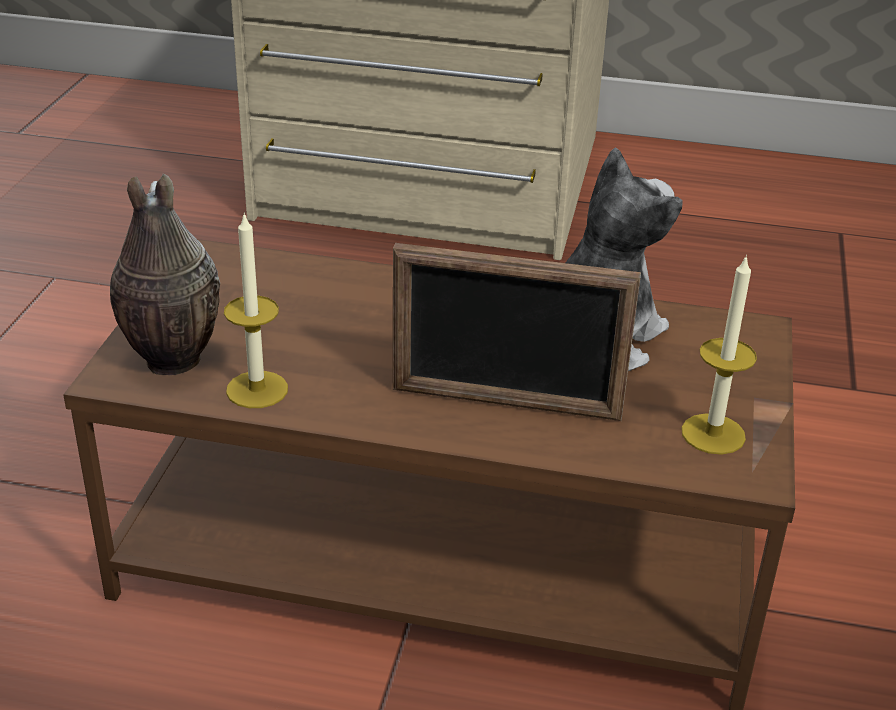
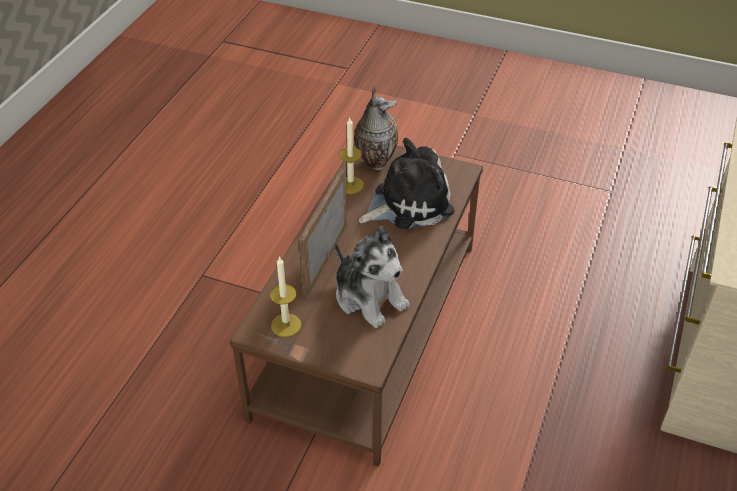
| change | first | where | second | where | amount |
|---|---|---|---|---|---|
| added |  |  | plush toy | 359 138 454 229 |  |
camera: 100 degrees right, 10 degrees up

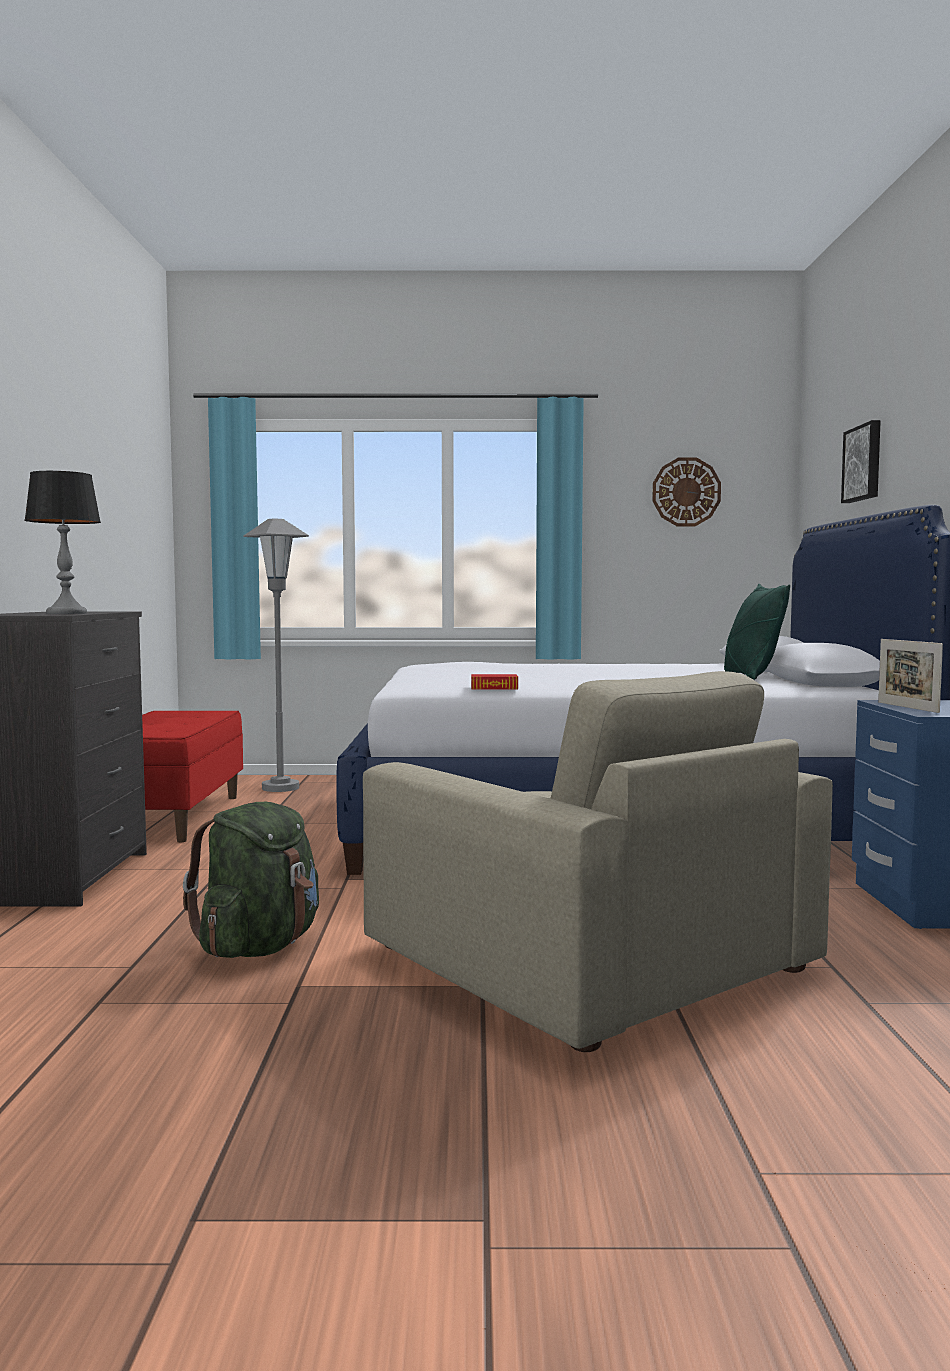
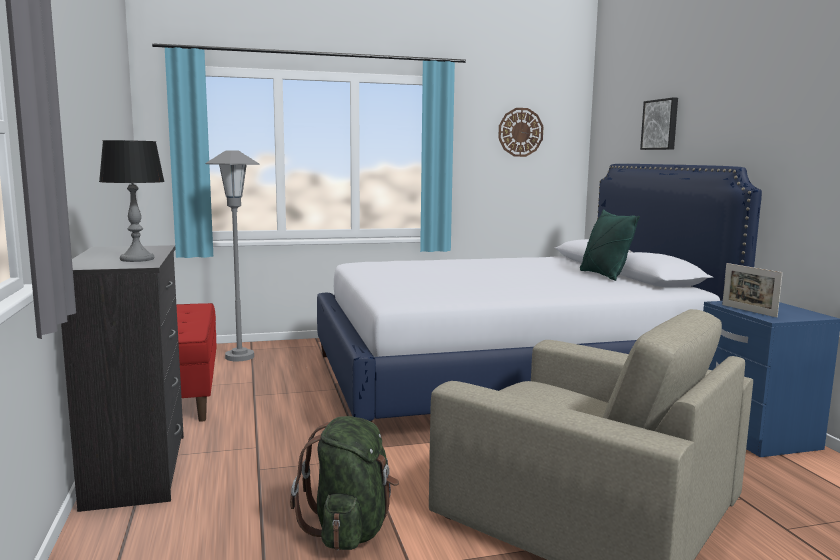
| change | first | where | second | where | amount |
|---|---|---|---|---|---|
| removed | book | 471 674 518 690 |  |  |  |
camera: 15 degrees left, 5 degrees up

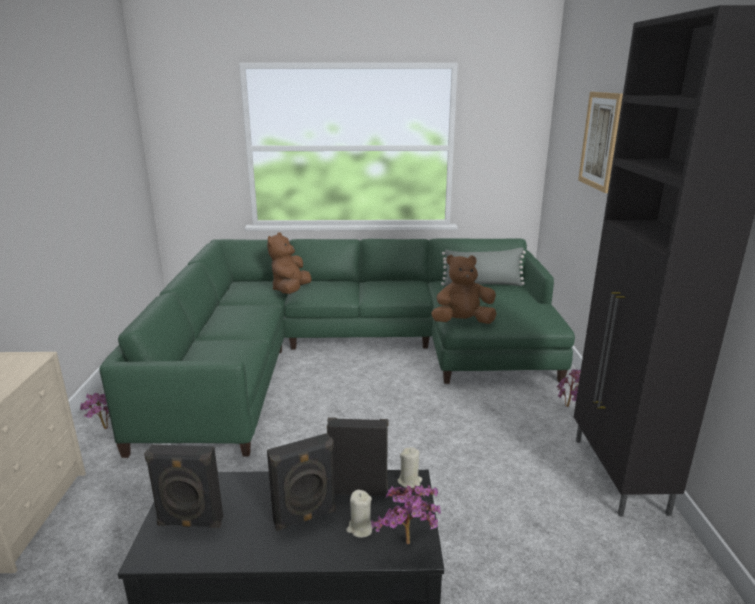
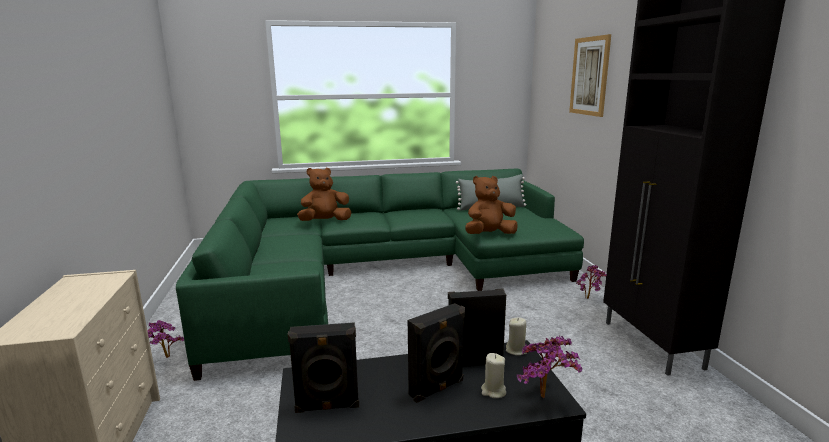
| change | first | where | second | where | amount |
|---|---|---|---|---|---|
| turned | brown plush toy | 267 232 312 294 |  | 297 168 352 221 | 60 degrees clockwise |
camera: 10 degrees left, 5 degrees down

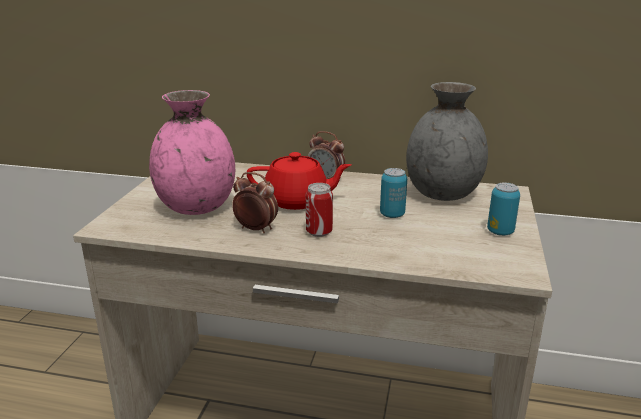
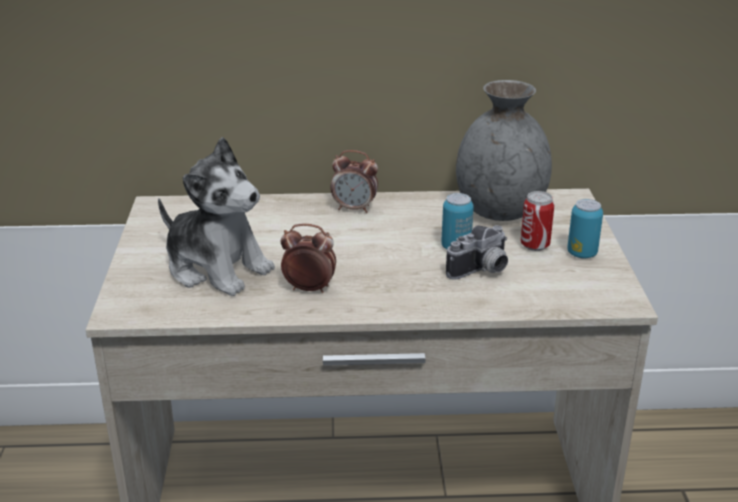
| change | first | where | second | where | amount |
|---|---|---|---|---|---|
| replaced | pink vase | 149 90 235 215 | plush toy | 158 137 275 296 |  |
| removed | red teapot | 247 152 352 210 |  |  |  |
| moved | can | 306 183 333 237 |  | 521 191 555 251 |  |
| added |  |  | photo camera | 446 225 508 280 |  |
camera: 15 degrees left, 5 degrees up

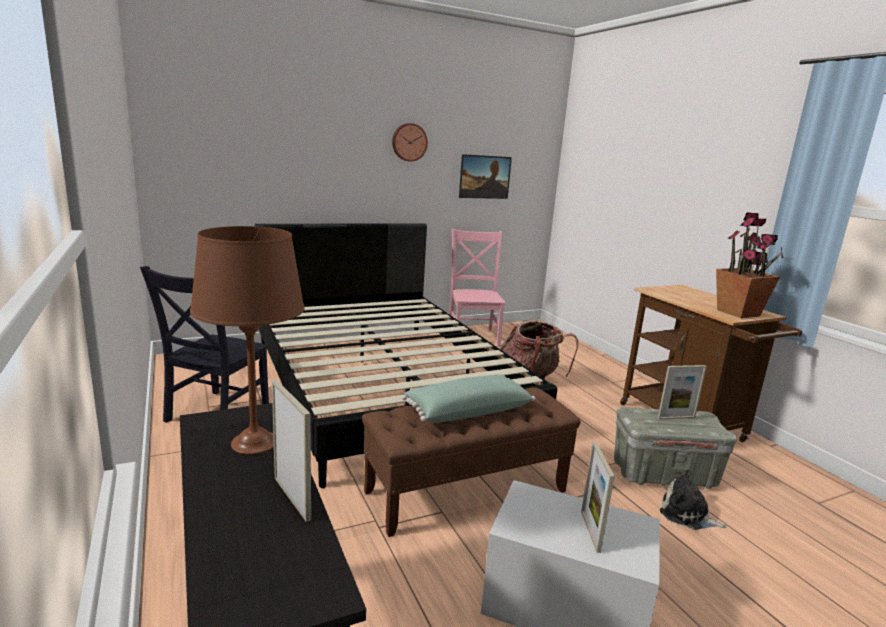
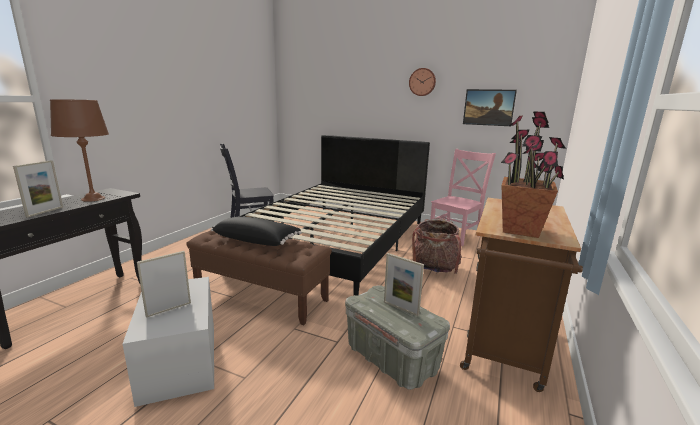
| change | first | where | second | where | amount |
|---|---|---|---|---|---|
| recoloured | green pillow | 402 374 535 423 | black pillow | 211 217 302 246 |  |
| removed | plush toy | 660 469 727 530 |  |  |  |
camera: 50 degrees right, 0 degrees up

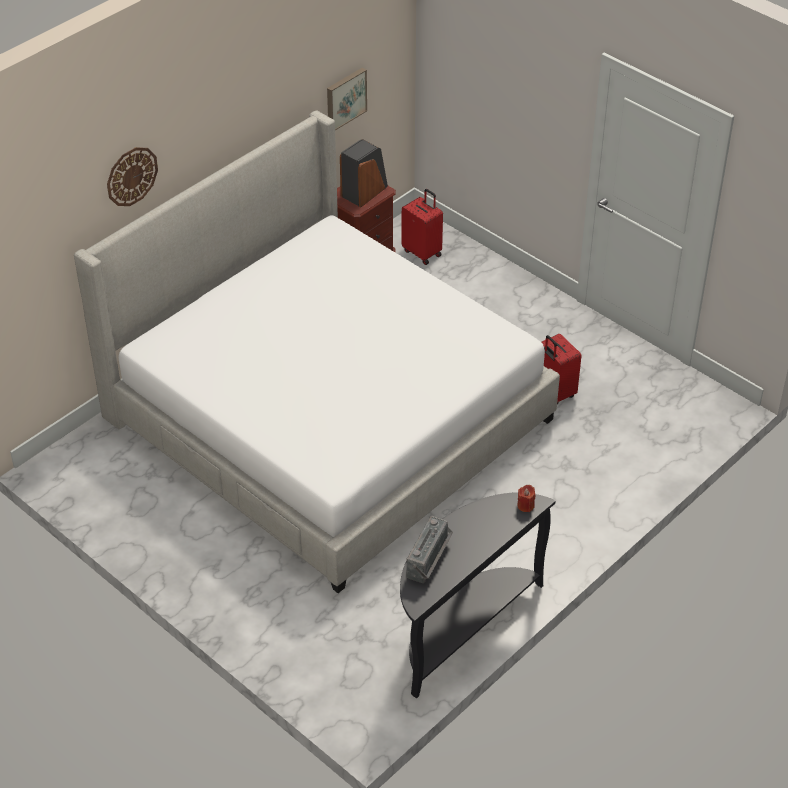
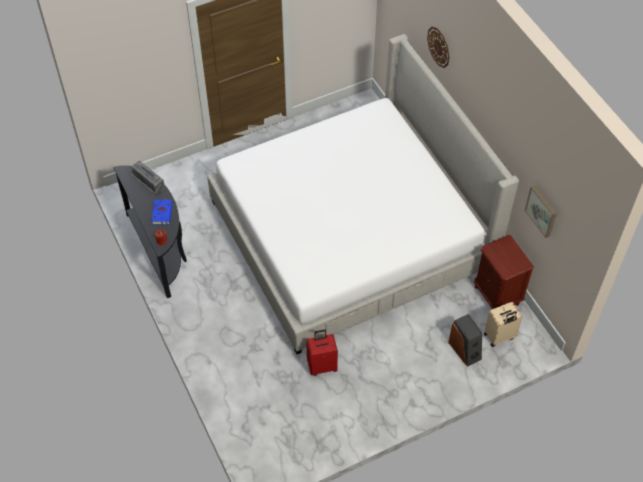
| change | first | where | second | where | amount |
|---|---|---|---|---|---|
| moved | speaker | 340 139 388 207 |  | 448 314 482 367 |  |
| recoloured | red suitcase | 401 189 443 265 | beige suitcase | 484 302 522 347 |  |
| added |  |  | blue book | 152 199 172 225 |  |
camera: 110 degrees right, 10 degrees up

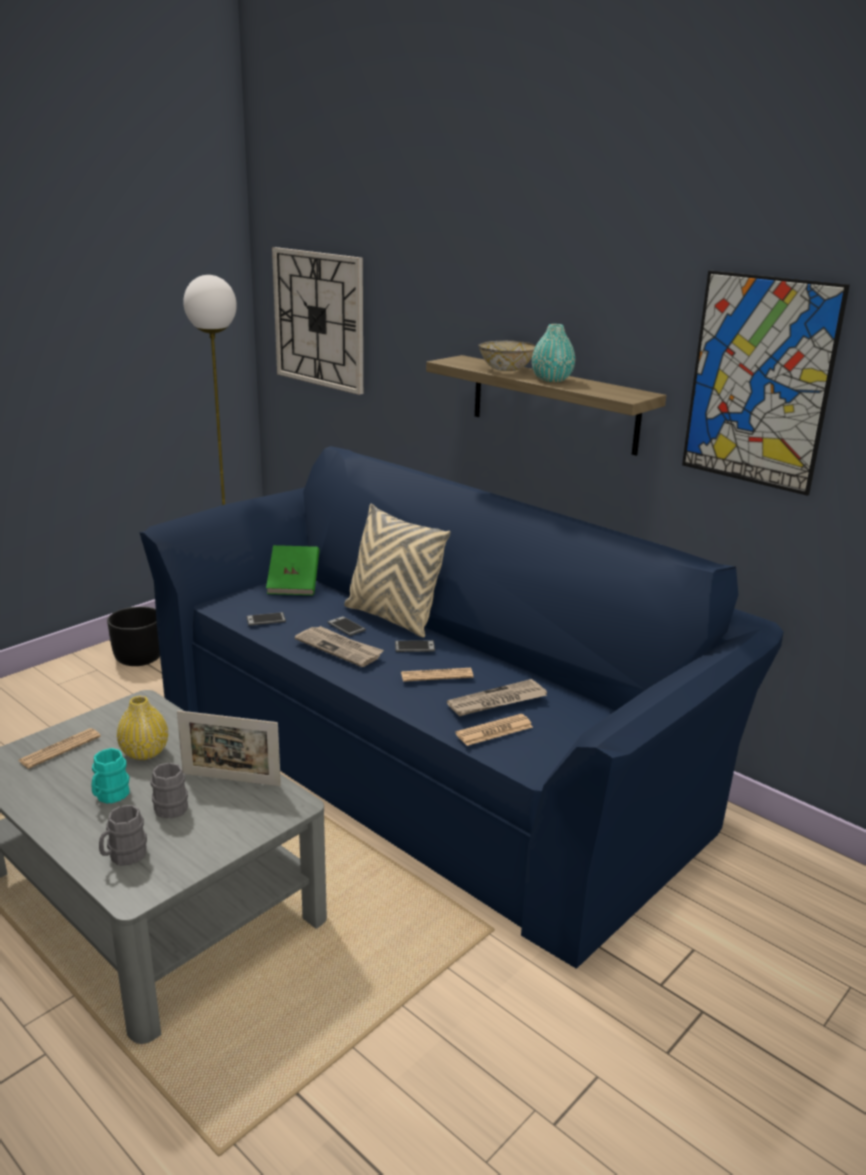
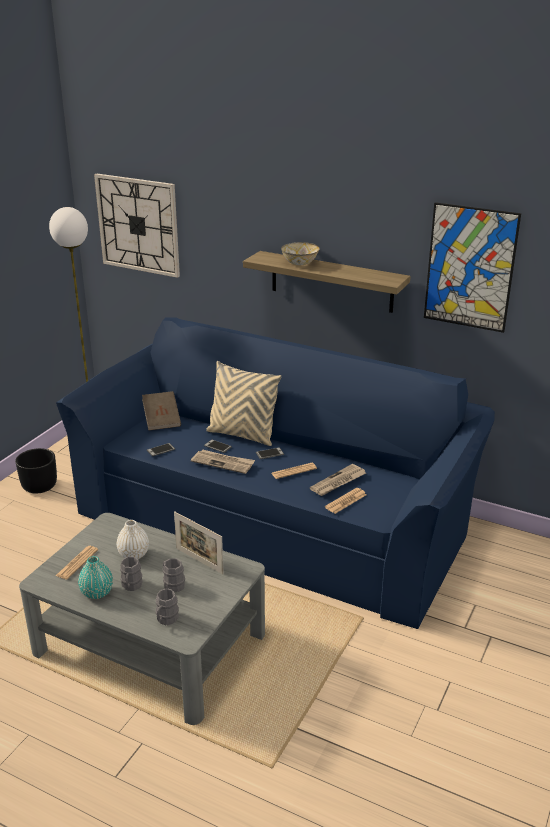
| change | first | where | second | where | amount |
|---|---|---|---|---|---|
| moved | turquoise vase | 532 324 575 382 |  | 78 556 113 599 |  |
| recoloured | green book | 266 545 320 595 | brown book | 142 391 181 430 |  |
| recoloured | yellow vase | 117 696 168 760 | white vase | 117 520 149 559 |  |
| turned | picture frame | 177 710 281 786 |  | 174 511 224 574 | 45 degrees clockwise |
| recoloured | turquoise mug | 91 748 130 804 | grey mug | 120 556 142 591 |  |
camera: 15 degrees left, 5 degrees up

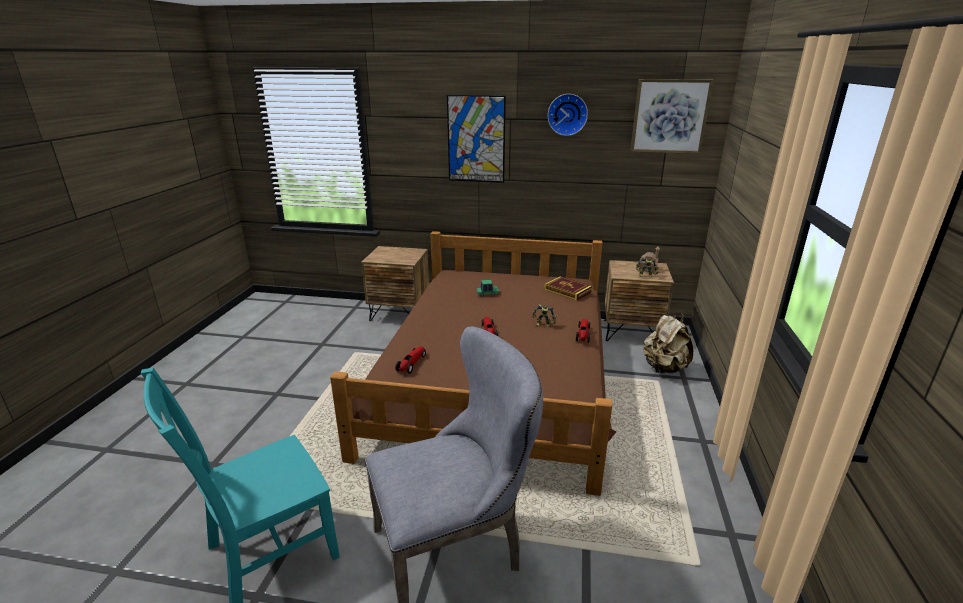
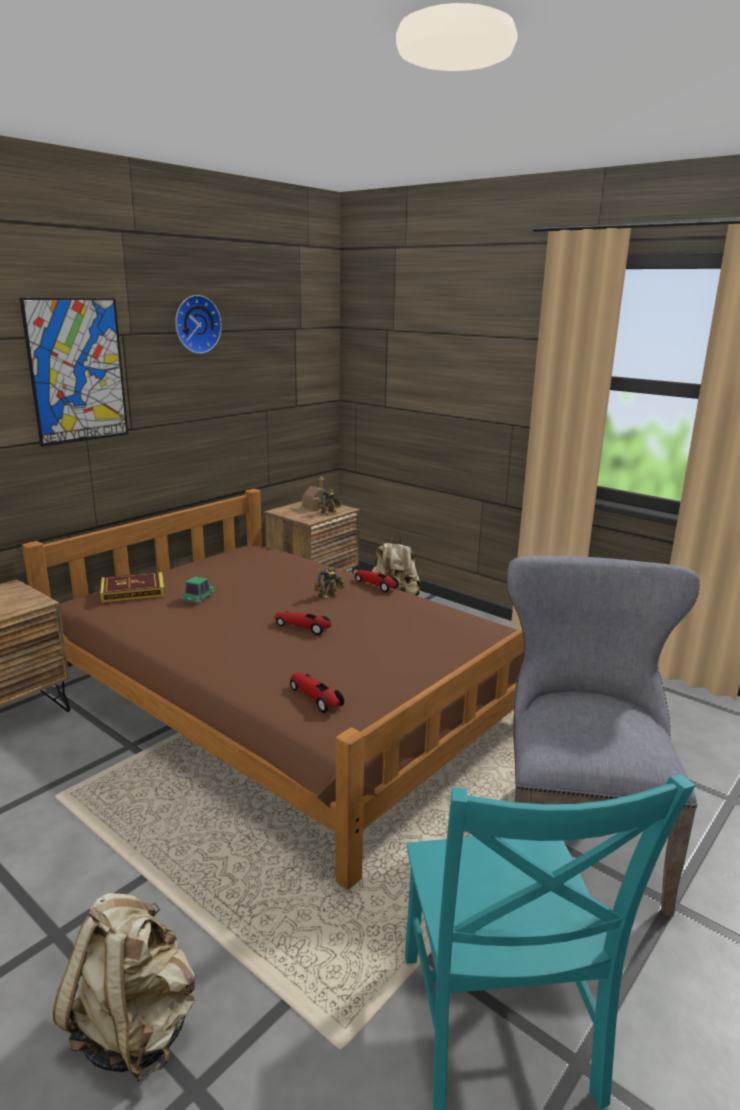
| change | first | where | second | where | amount |
|---|---|---|---|---|---|
| removed | picture | 631 79 713 154 |  |  |  |
| moved | book | 544 276 592 301 |  | 100 572 165 603 |  |
| added |  |  | beige backpack | 53 893 195 1082 |  |
camera: 60 degrees left, 5 degrees down

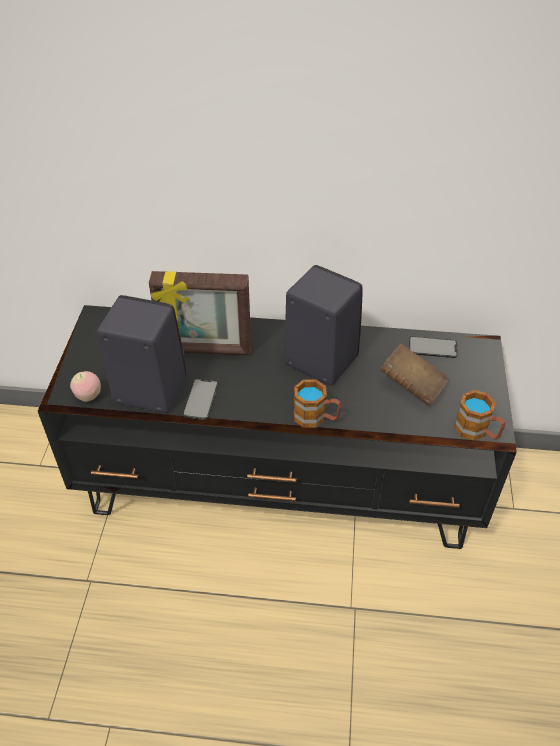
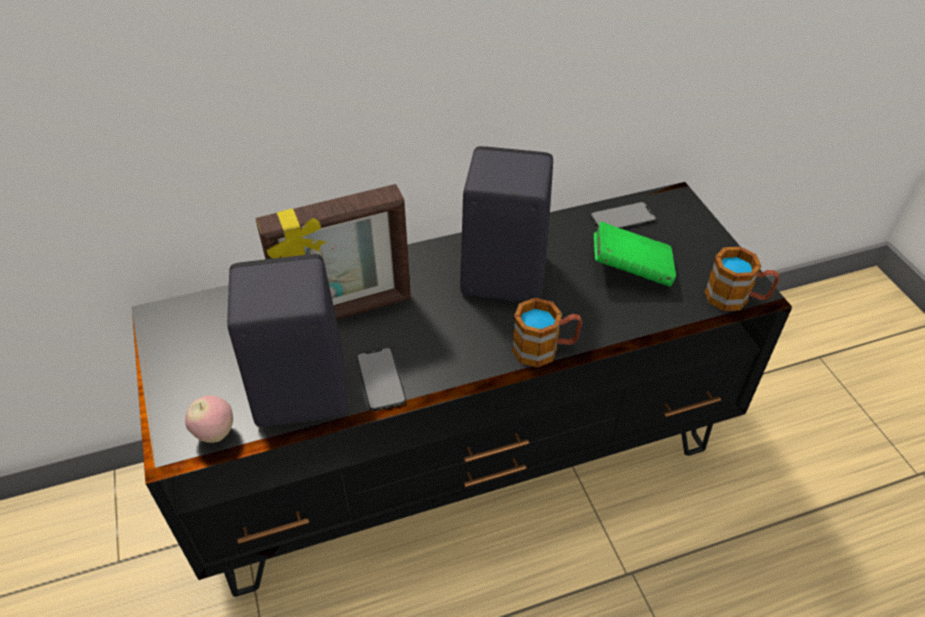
| change | first | where | second | where | amount |
|---|---|---|---|---|---|
| recoloured | brown book | 380 344 449 406 | green book | 594 221 676 287 |  |
camera: 25 degrees left, 0 degrees up

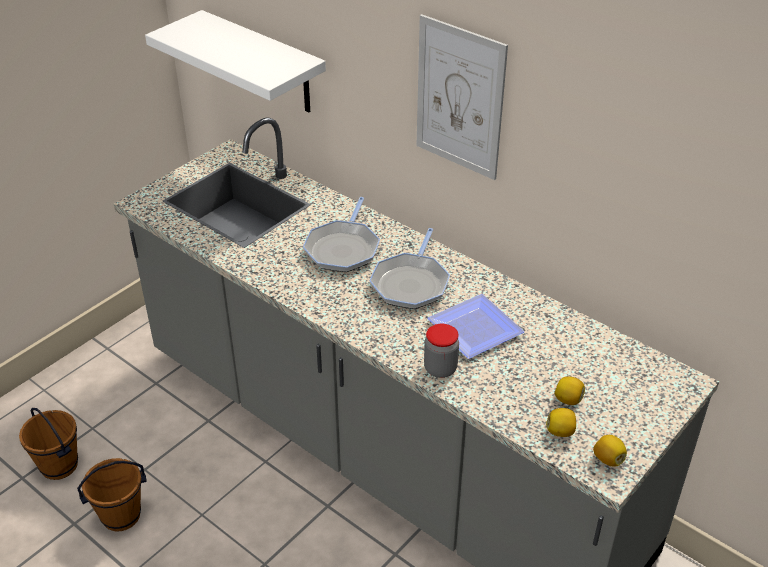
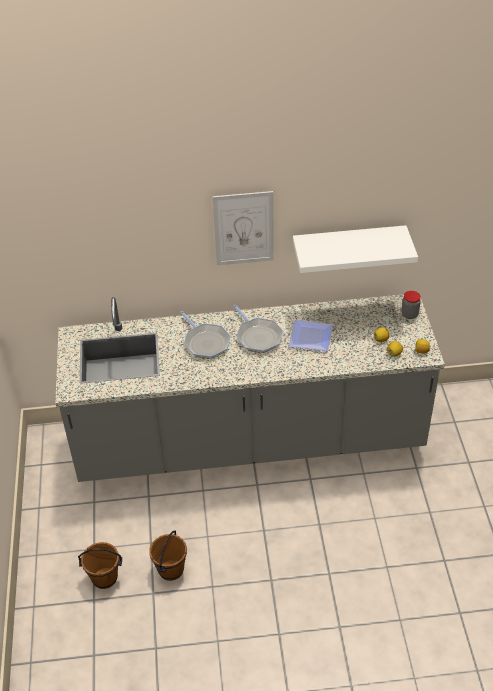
| change | first | where | second | where | amount |
|---|---|---|---|---|---|
| moved | white shelf | 145 10 326 112 |  | 293 225 418 273 |  |
| moved | jar | 424 324 459 378 |  | 401 291 421 319 |  |
camera: 45 degrees left, 5 degrees up

